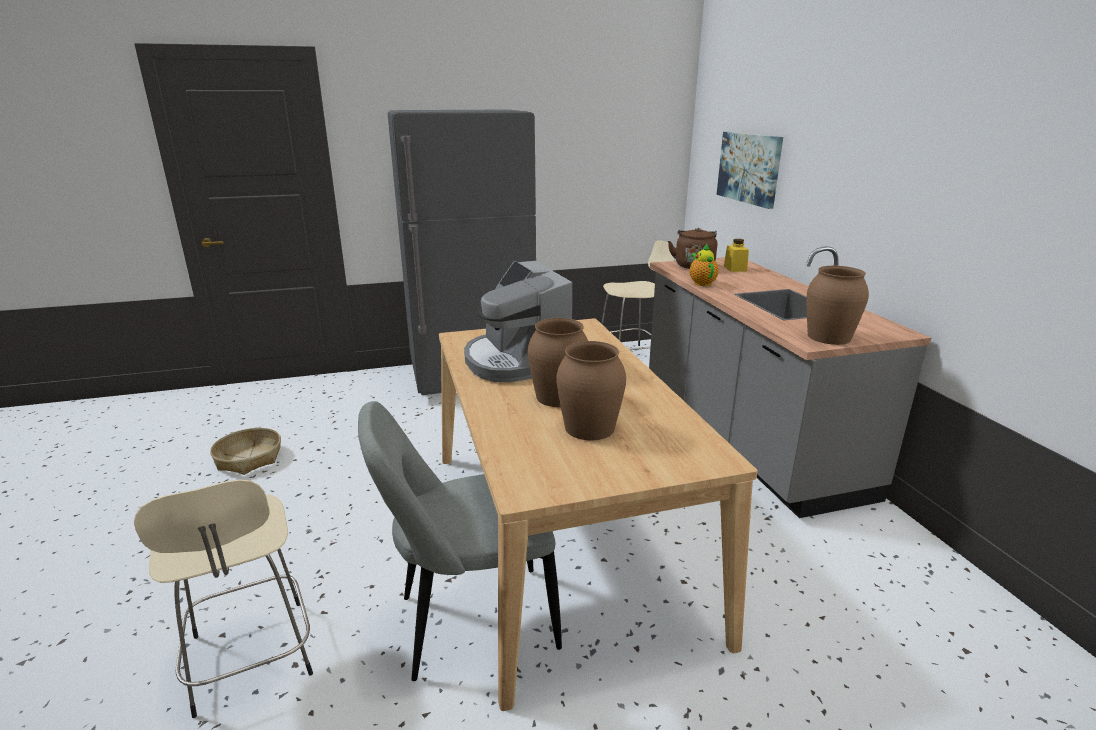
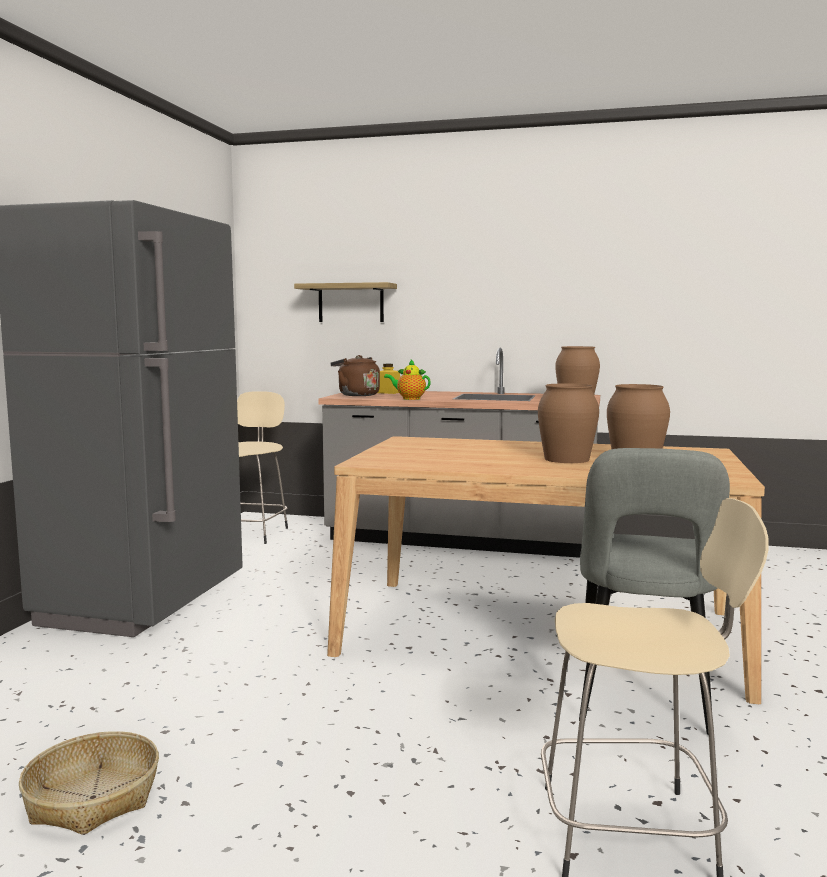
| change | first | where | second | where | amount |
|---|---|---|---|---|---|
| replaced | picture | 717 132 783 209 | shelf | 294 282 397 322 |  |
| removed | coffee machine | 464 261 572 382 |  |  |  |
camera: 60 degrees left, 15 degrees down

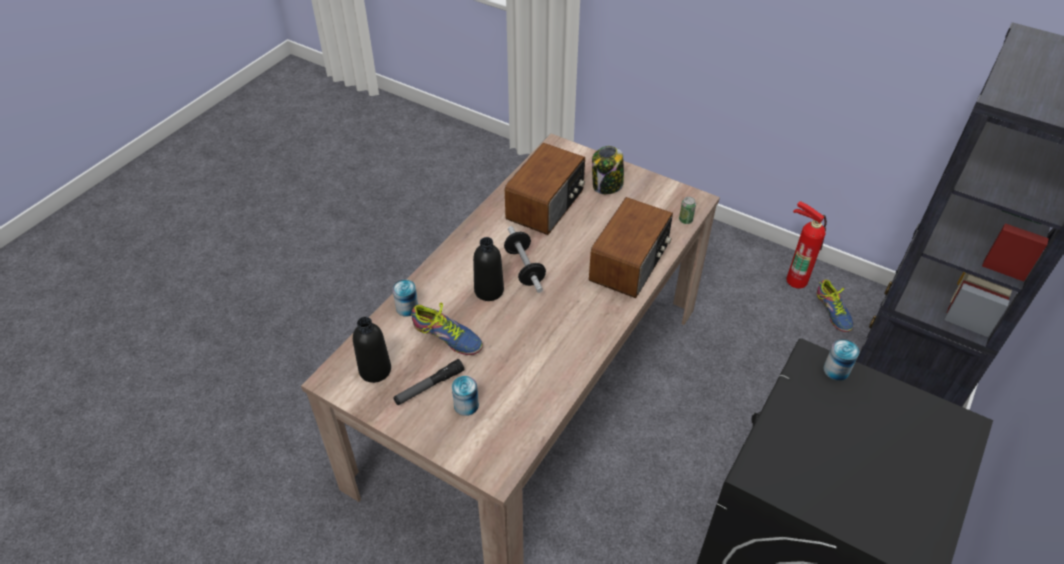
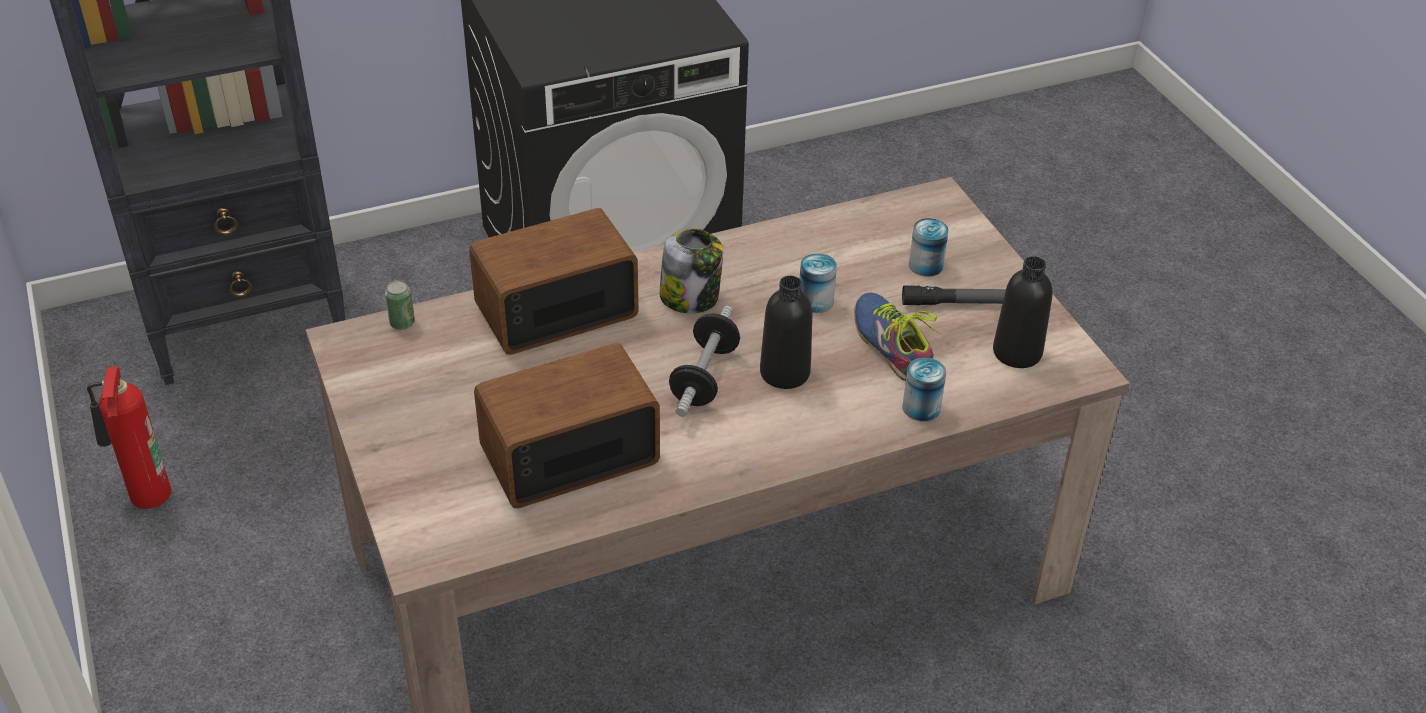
| change | first | where | second | where | amount |
|---|---|---|---|---|---|
| moved | jar | 592 146 624 194 |  | 659 228 723 314 |  |
| removed | shoe | 816 280 853 332 |  |  |  |
| moved | can | 823 339 859 381 |  | 800 253 837 313 |  |
camera: 145 degrees left, 5 degrees down

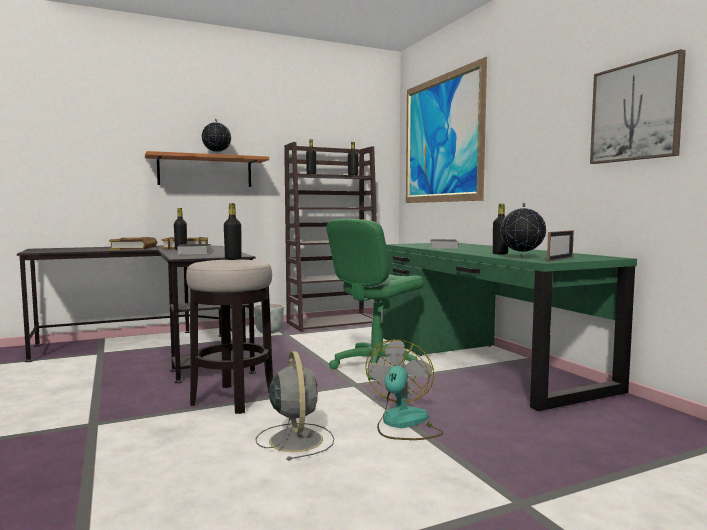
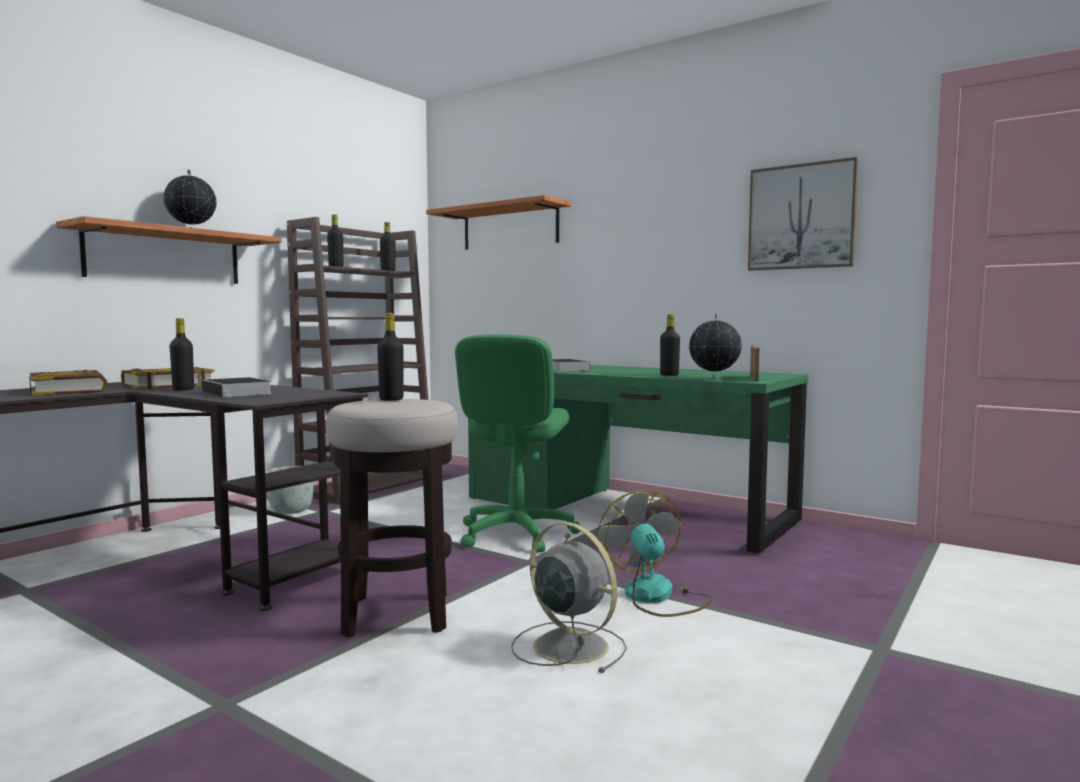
| change | first | where | second | where | amount |
|---|---|---|---|---|---|
| replaced | picture | 406 57 487 203 | shelf | 426 195 571 250 |  |
camera: 30 degrees left, 0 degrees up

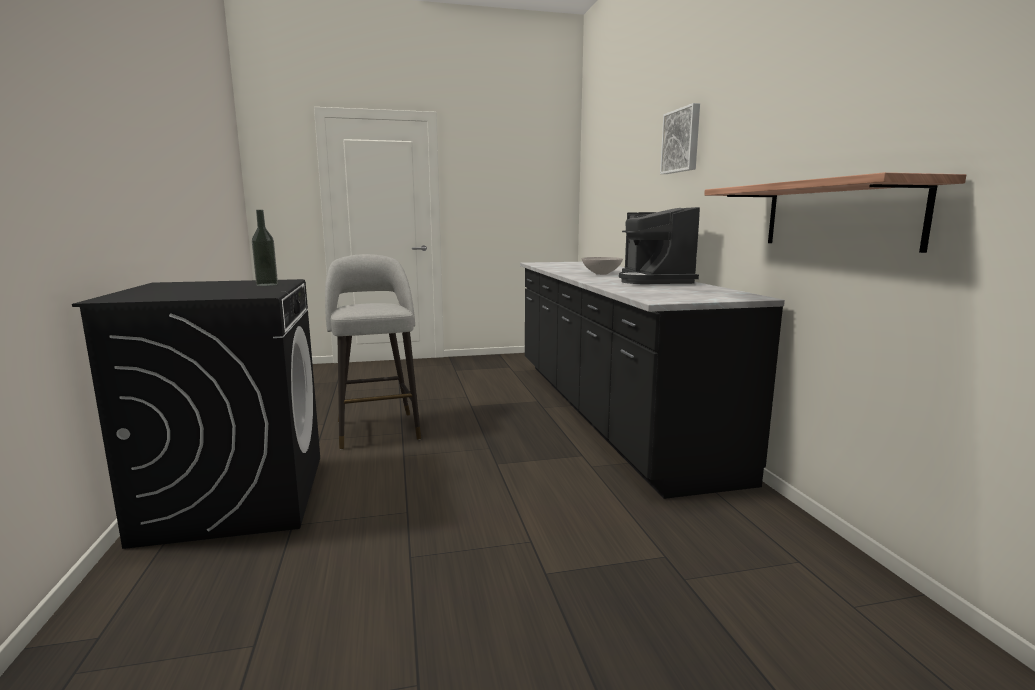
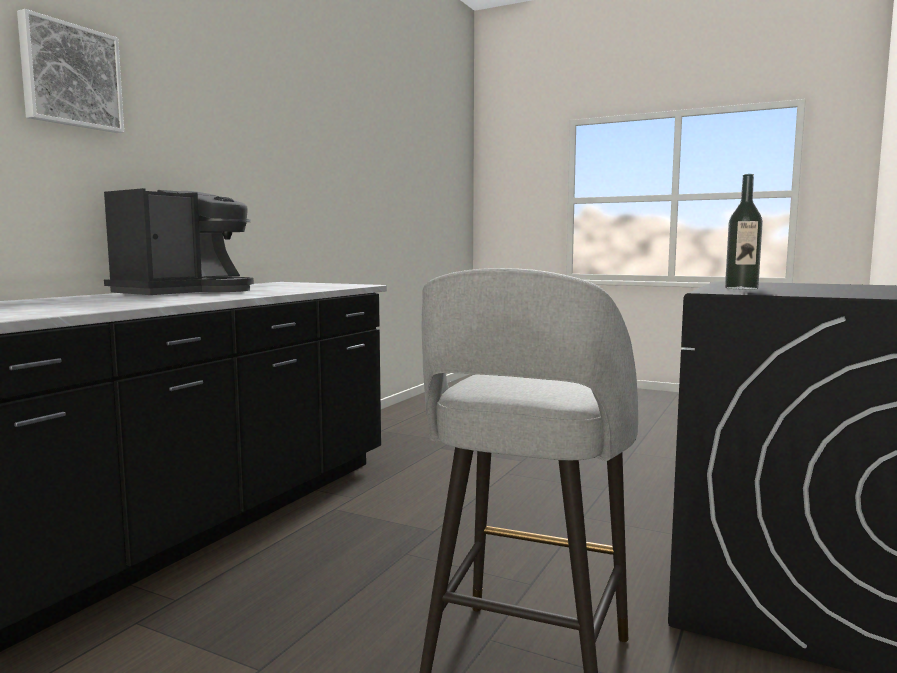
| change | first | where | second | where | amount |
|---|---|---|---|---|---|
| removed | shelf | 704 172 966 253 |  |  |  |
| removed | white bowl | 582 257 623 275 |  |  |  |
camera: 140 degrees left, 5 degrees down

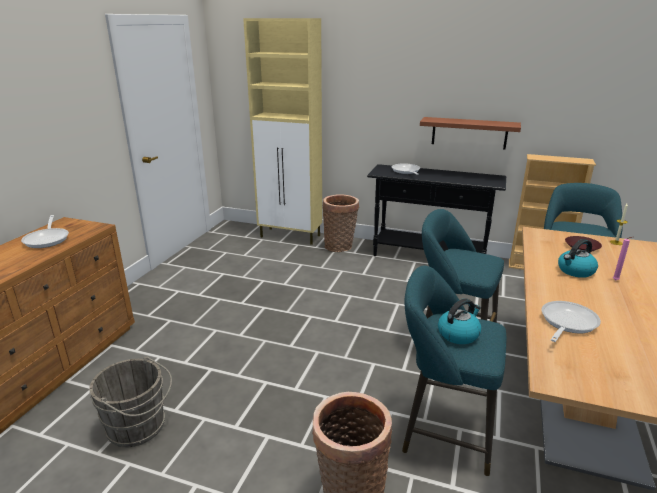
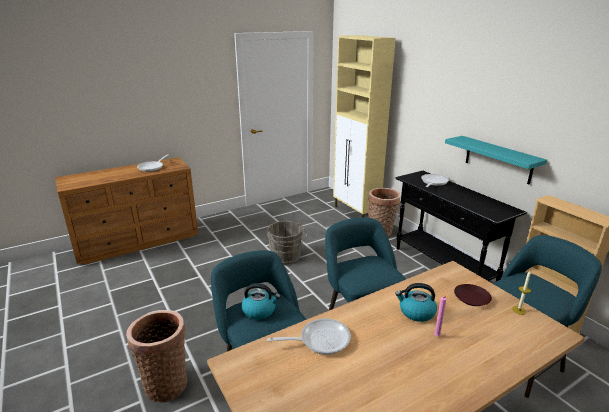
| change | first | where | second | where | amount |
|---|---|---|---|---|---|
| recoloured | brown shelf | 420 117 521 150 | turquoise shelf | 445 136 547 184 |  |
| moved | grey bucket | 89 357 172 447 |  | 267 221 307 265 |  |
camera: 40 degrees right, 0 degrees up

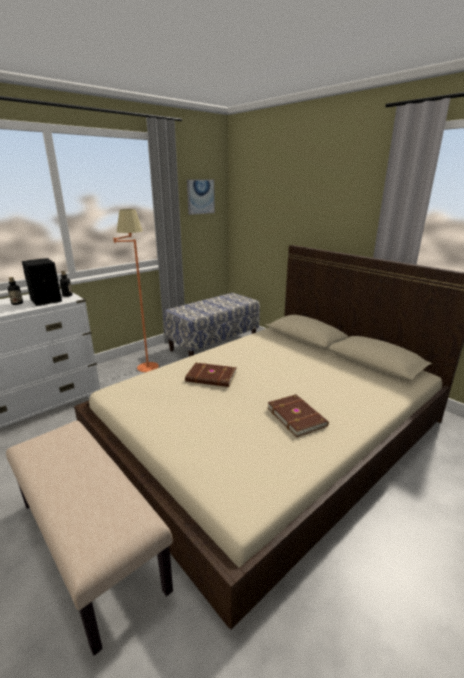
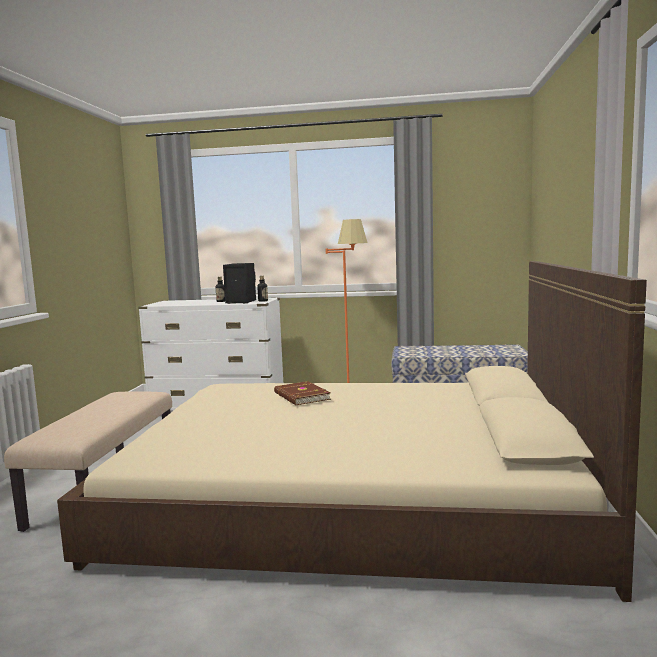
| change | first | where | second | where | amount |
|---|---|---|---|---|---|
| removed | picture | 187 179 215 215 |  |  |  |
| removed | brown book | 267 394 329 437 |  |  |  |
camera: 50 degrees right, 15 degrees down

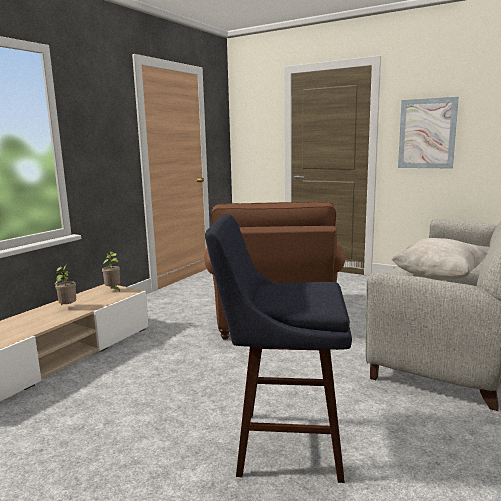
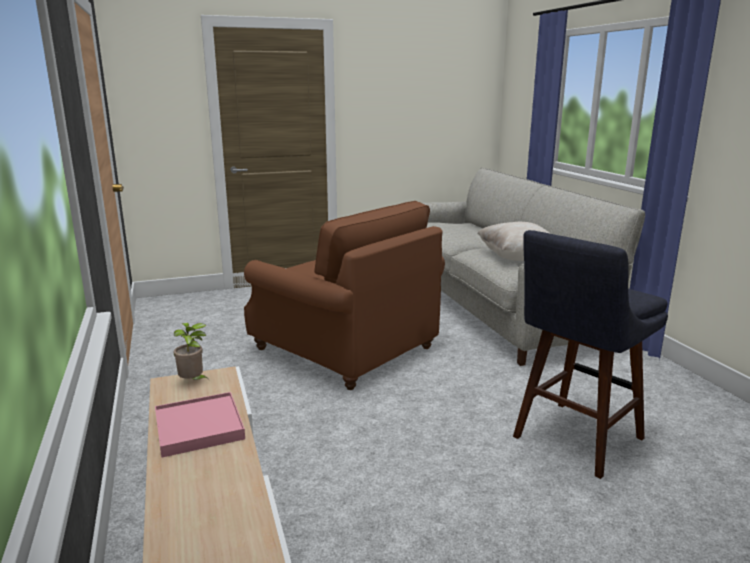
| change | first | where | second | where | amount |
|---|---|---|---|---|---|
| removed | picture | 398 97 459 169 |  |  |  |
| replaced | potted plant | 54 264 76 305 | pink tray | 155 392 245 458 |  |
camera: 50 degrees left, 5 degrees up

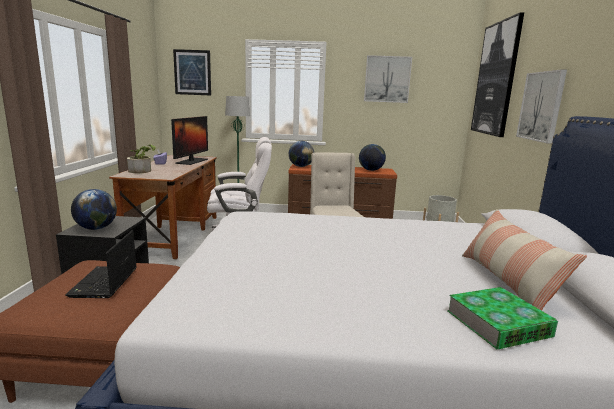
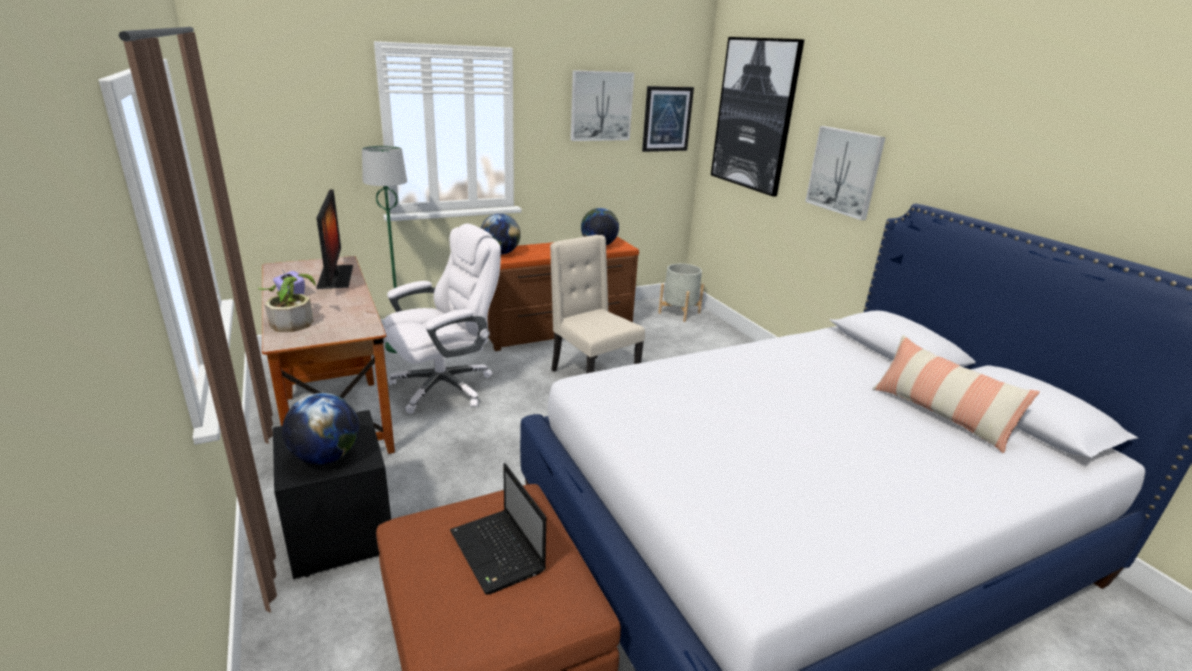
| change | first | where | second | where | amount |
|---|---|---|---|---|---|
| moved | picture | 173 49 211 95 |  | 642 86 694 152 |  |
| removed | book | 447 287 558 349 |  |  |  |
camera: 30 degrees left, 10 degrees up

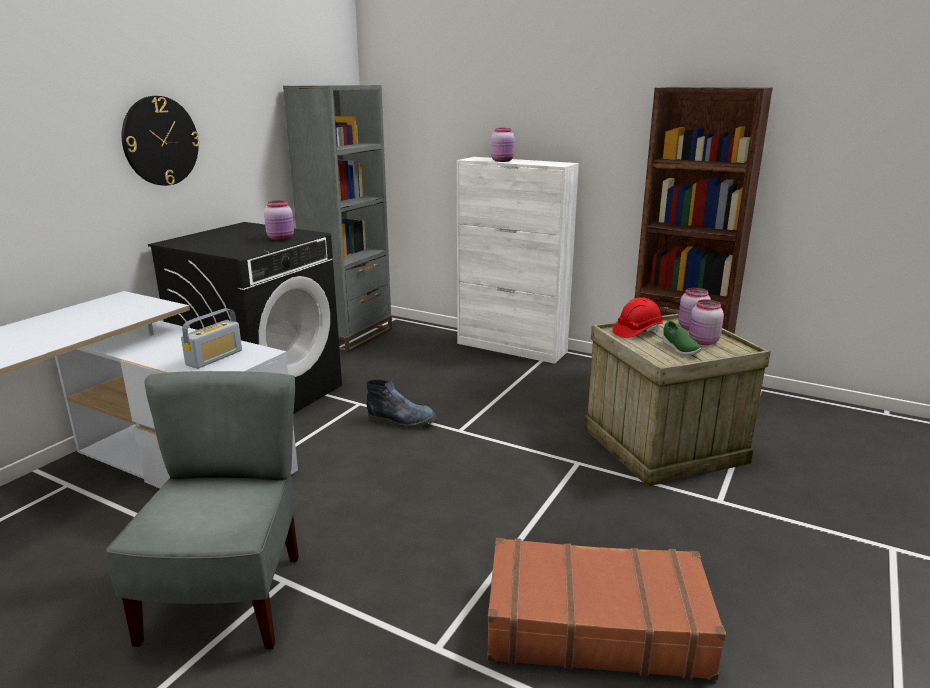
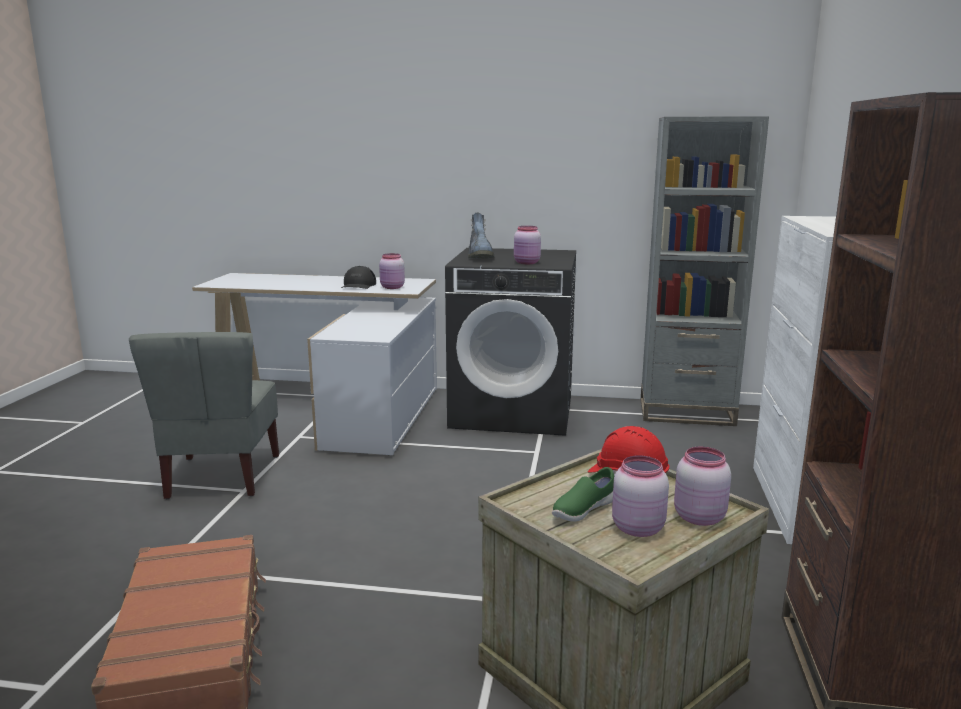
| change | first | where | second | where | amount |
|---|---|---|---|---|---|
| removed | wall clock | 122 96 200 186 |  |  |  |
| moved | pink jar | 491 128 515 162 |  | 379 253 405 289 |  |
| removed | radio | 181 308 242 369 |  |  |  |
| turned | grey chair | 106 371 299 650 |  | 129 332 279 499 | 105 degrees clockwise |
| moved | boot | 367 380 437 429 |  | 468 212 494 258 |  |
| added |  |  | black cap | 341 266 376 289 |  |
camera: 70 degrees right, 5 degrees down

